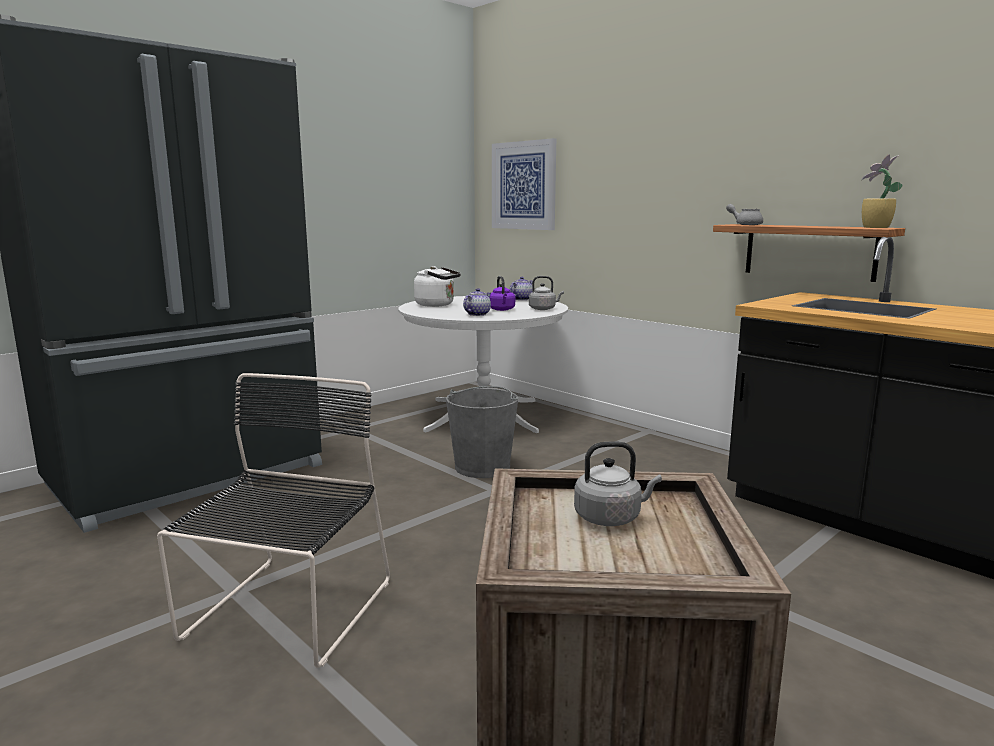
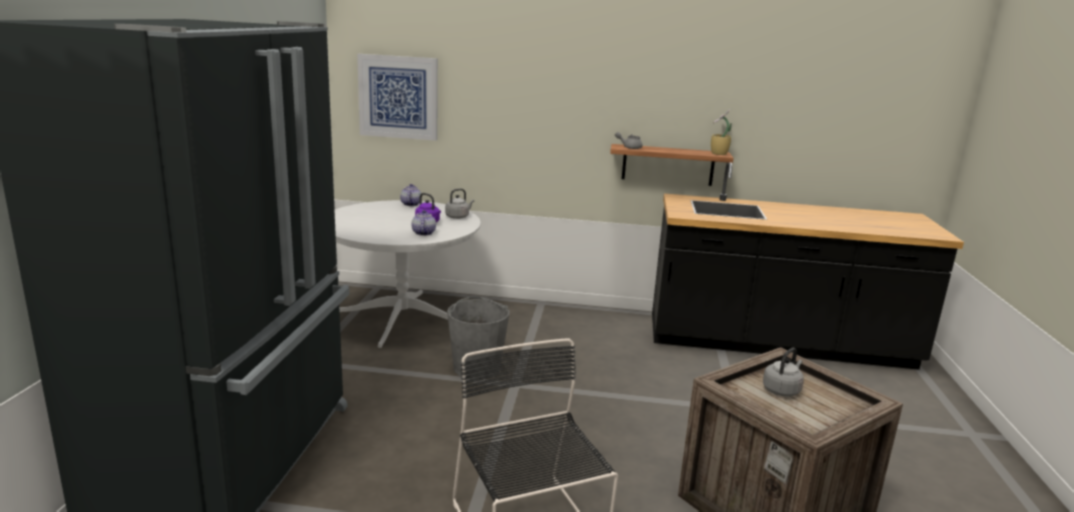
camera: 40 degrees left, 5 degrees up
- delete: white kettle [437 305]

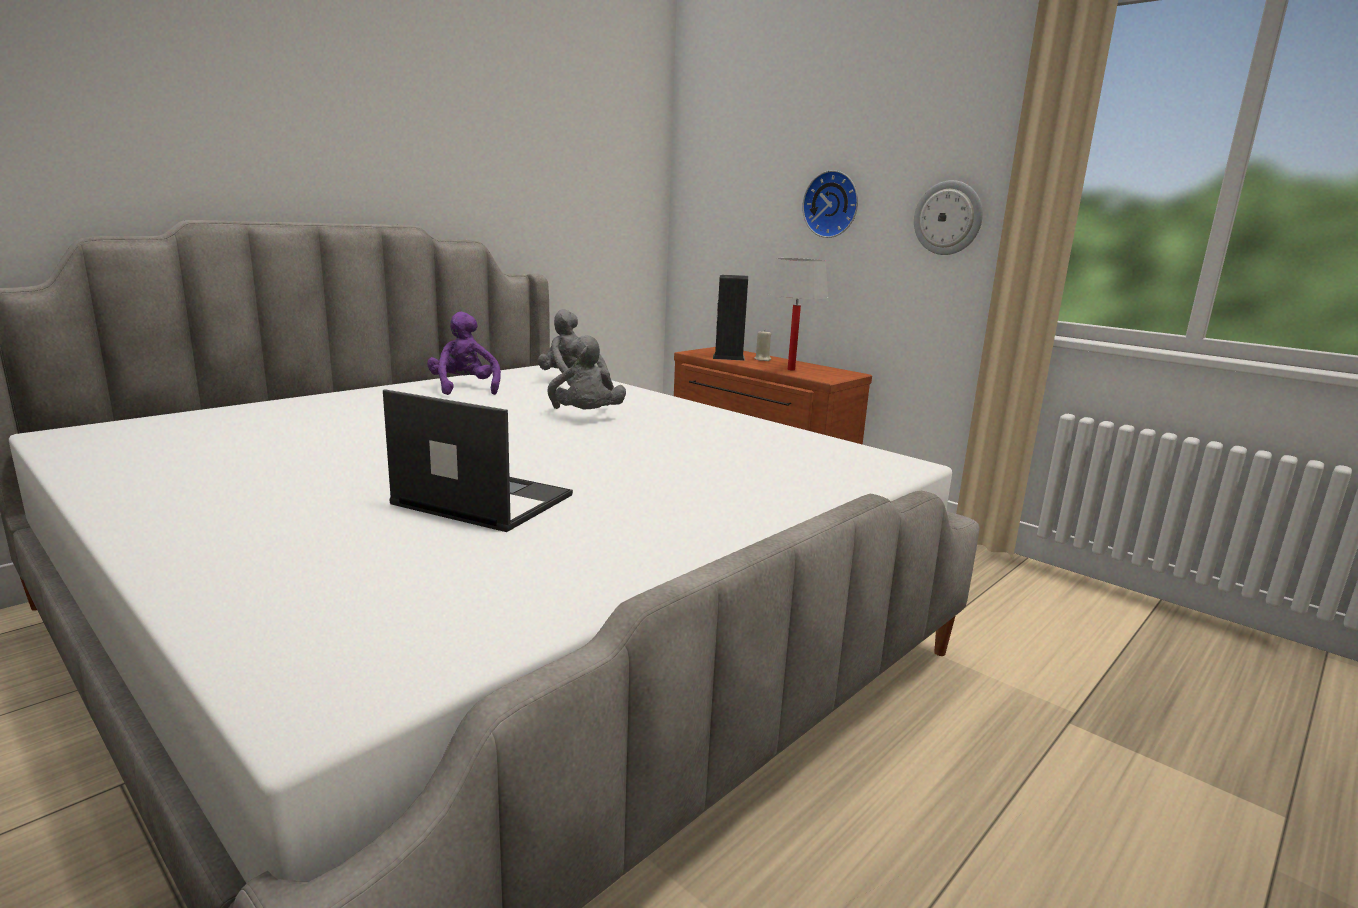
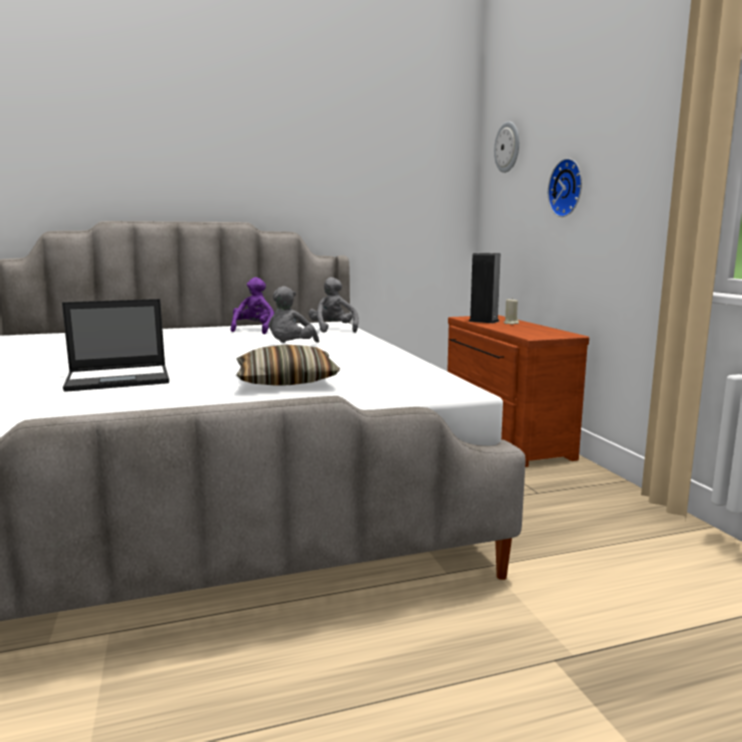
camera: 30 degrees right, 5 degrees down
- move: wall clock [948 218] to [508 147]
- delete: white table lamp [791 370]
- rotate: laptop [481 499] = [120 378] 105 degrees clockwise
- insert: pillow [286 381]

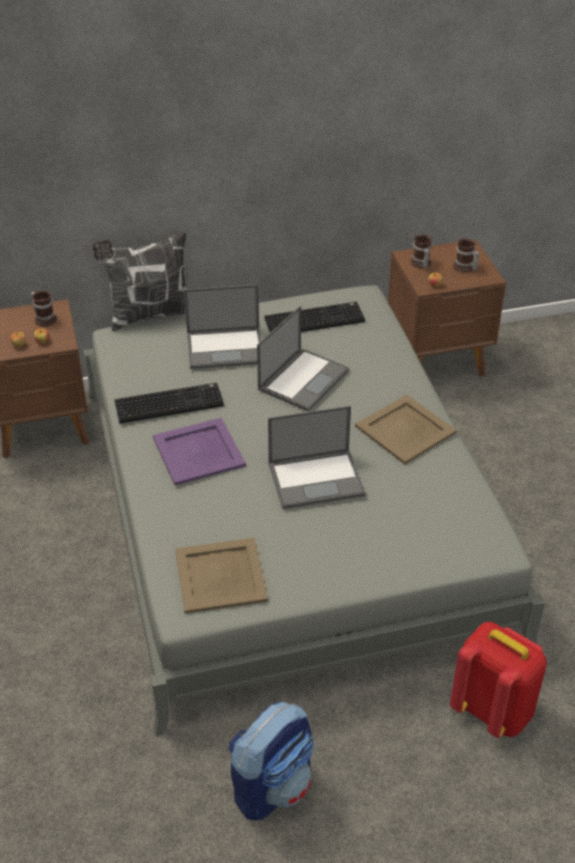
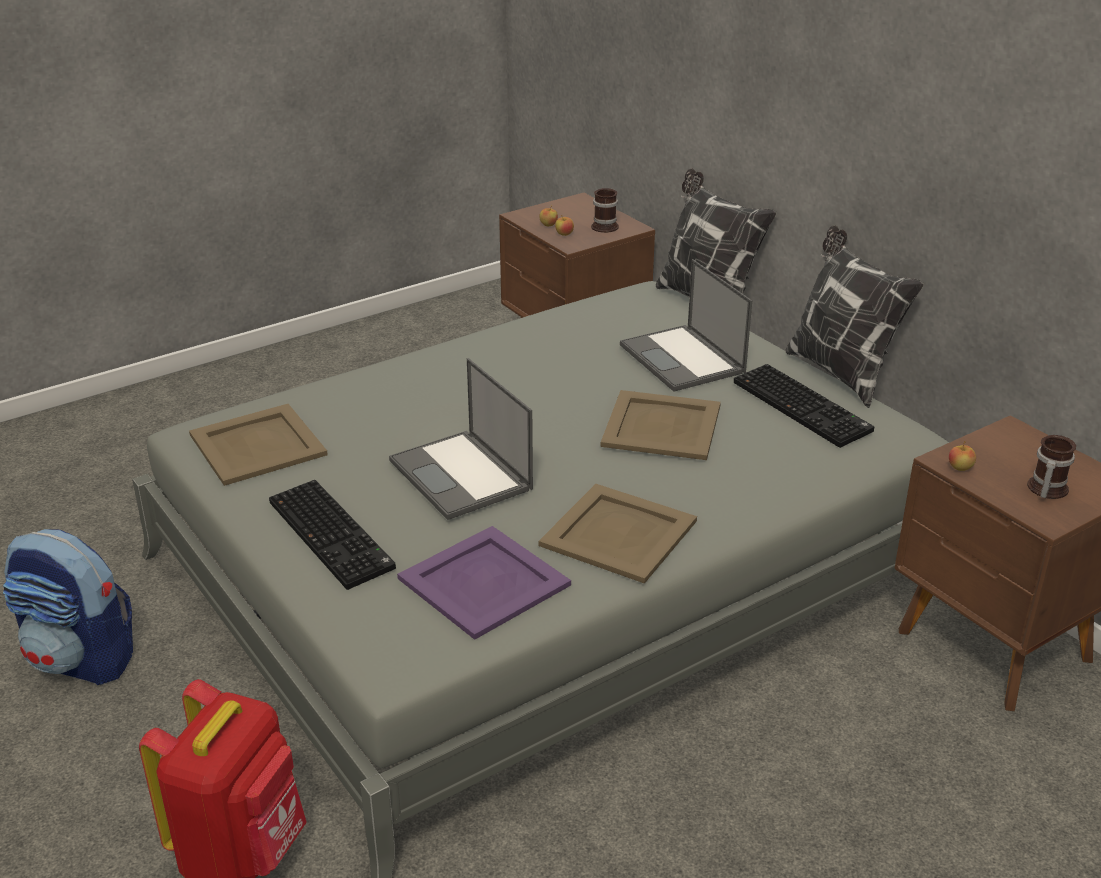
camera: 70 degrees right, 10 degrees down
- delete: mug [420 264]
- replace: laptop [303 379] to beige tray [663 425]
- move: keyboard [170 403] to [334 535]
- move: purple tray [197 451] to [484 581]
- insert: pillow [840 373]

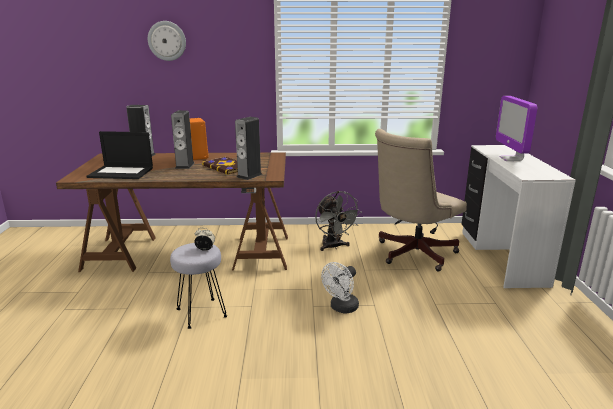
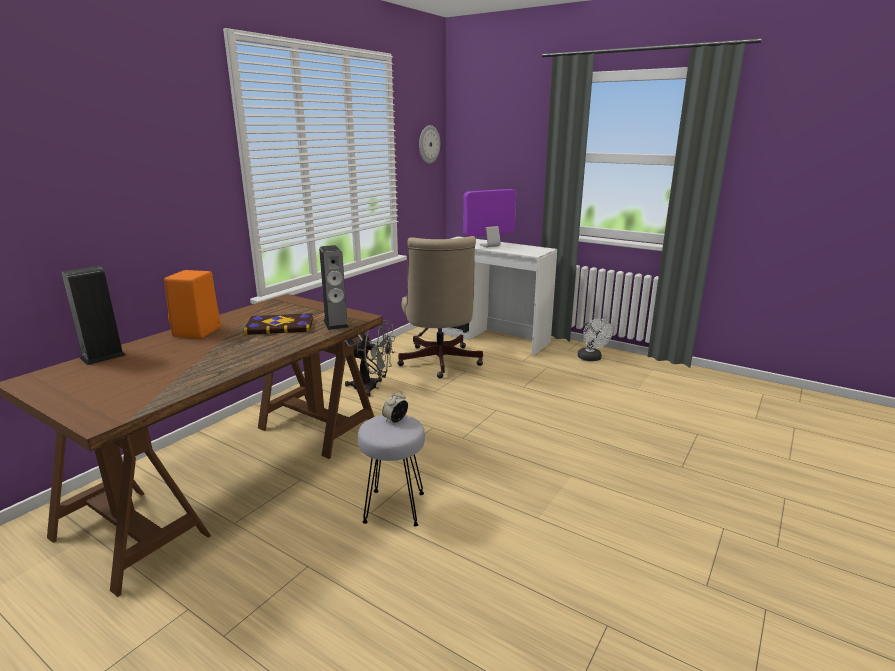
camera: 55 degrees left, 0 degrees up
- move: wall clock [167 41] to [428 144]
- rotate: monitor [511 159] = [489 246] 120 degrees clockwise
- delete: speaker [185 165]
- delete: laptop [122 172]
- move: white fan [341 308] to [591 359]

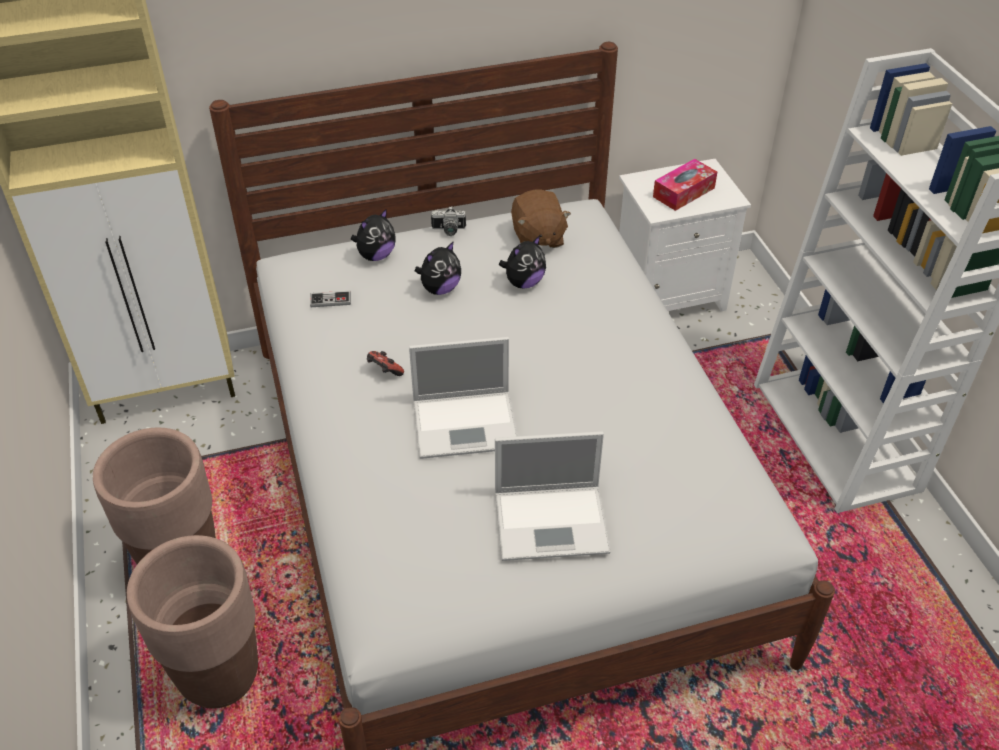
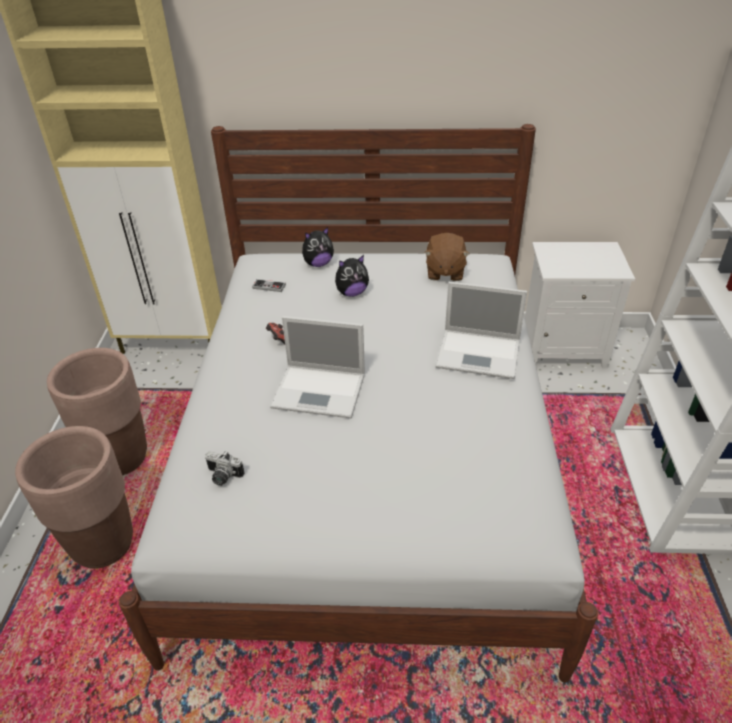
camera: 20 degrees right, 5 degrees down
- delete: tissue box [683 192]
- move: photo camera [448 231] to [222 477]
- delete: plush toy [523 282]
- move: laptop [553 522] to [480 354]

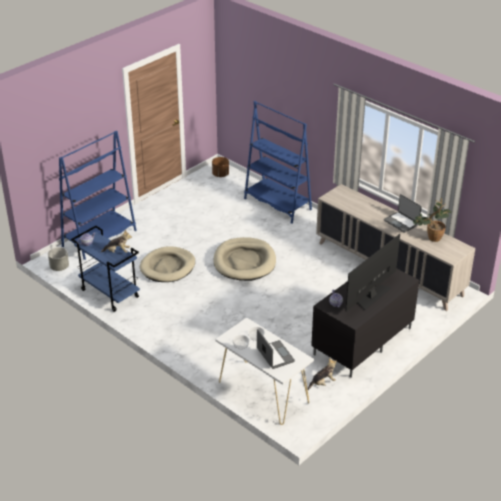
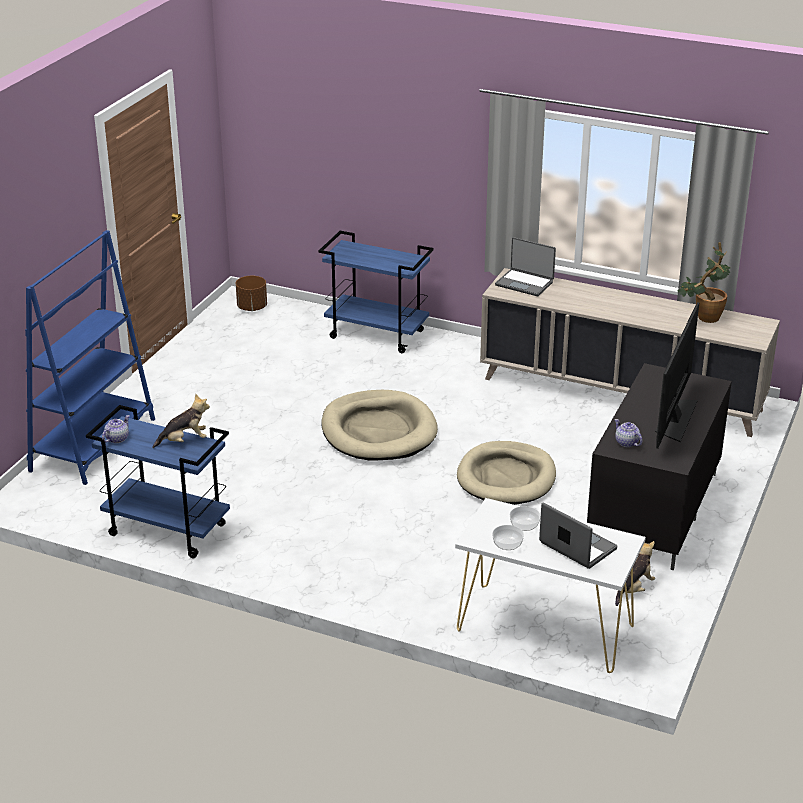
camera: 20 degrees left, 5 degrees down
- replace: blue bookcase [277 204] to blue cart [377 334]
- move: laptop [401 222] to [525 283]
- move: beige dog bed [168 267] to [506 477]
- delete: grey planter [59 267]

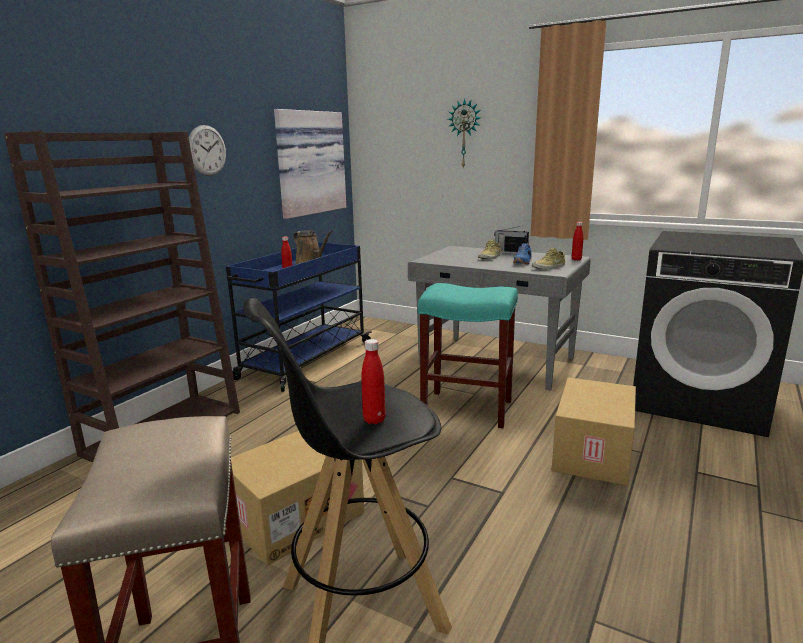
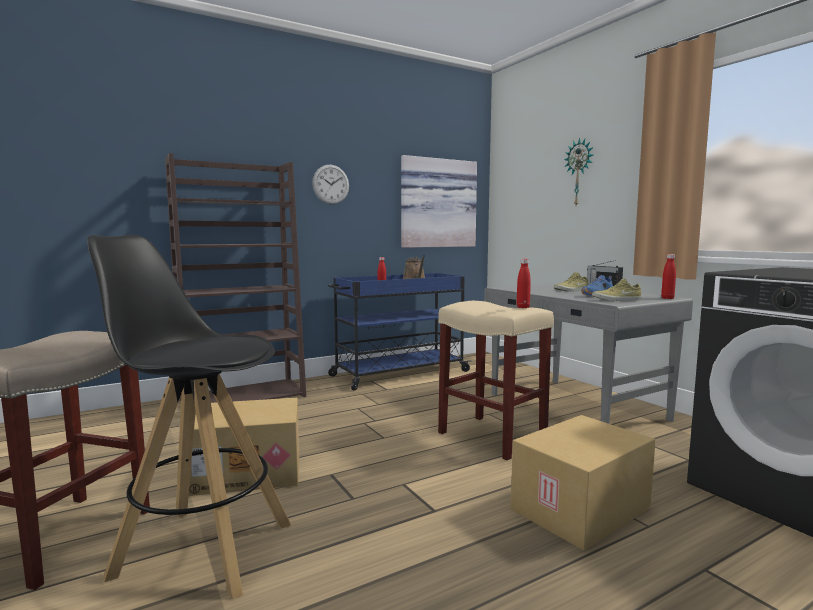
camera: 30 degrees right, 10 degrees down
- recolor: turquoise stool [465 409] to beige stool [490 436]
- move: red bottle [374 420] to [523 307]

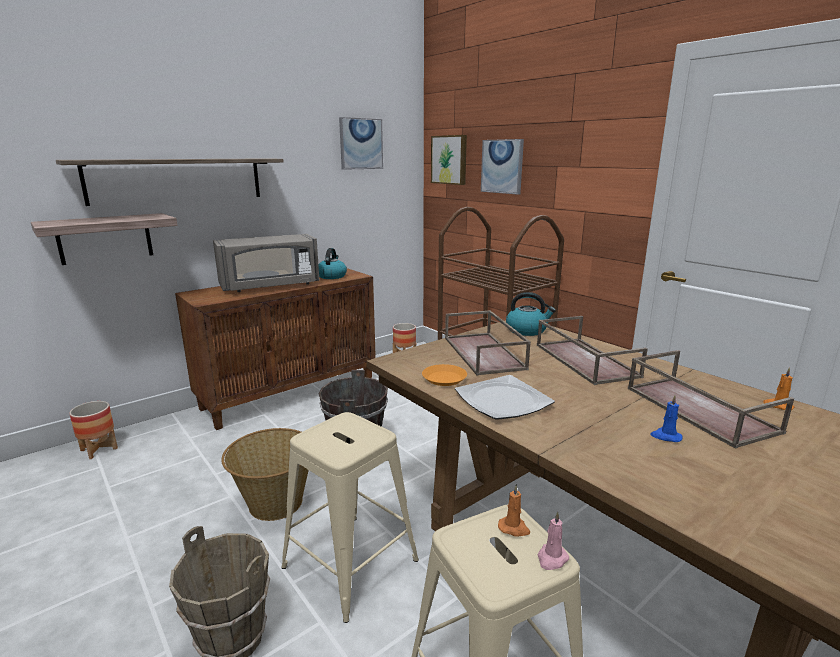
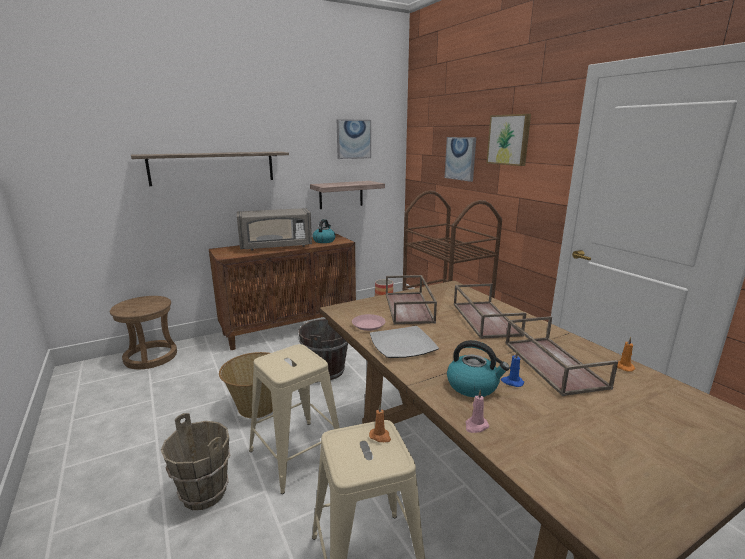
camera: 10 degrees right, 0 degrees up
- move: picture [450 160] to [509 140]
- move: shelf [105 238] to [341 194]
- move: kettle [527 330] to [473 386]
- recolor: orange plate [444 378] to pink plate [368 325]
- replace: planter [99 449] to brown stool [150 356]
- move: pink candle [552 559] to [476 426]

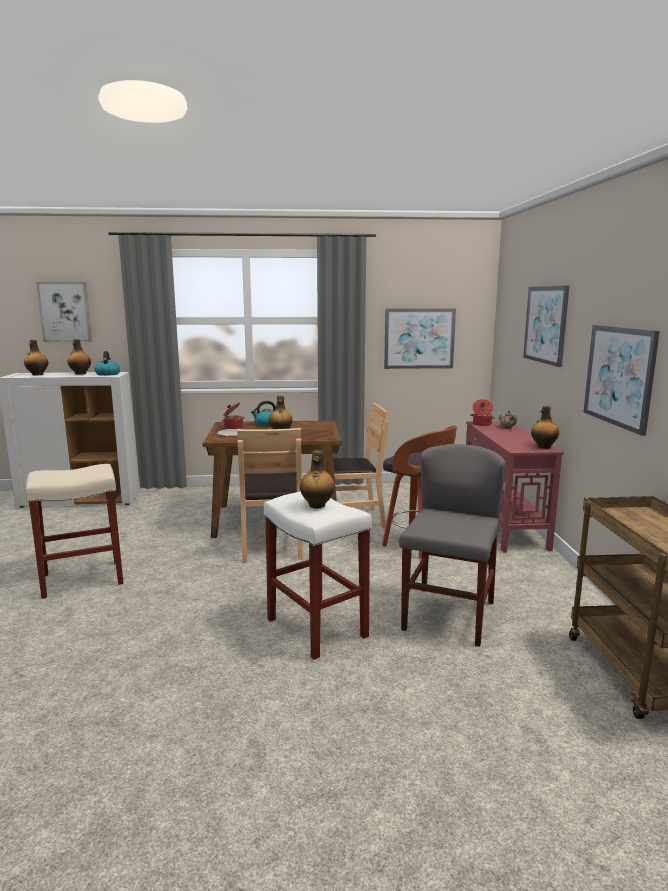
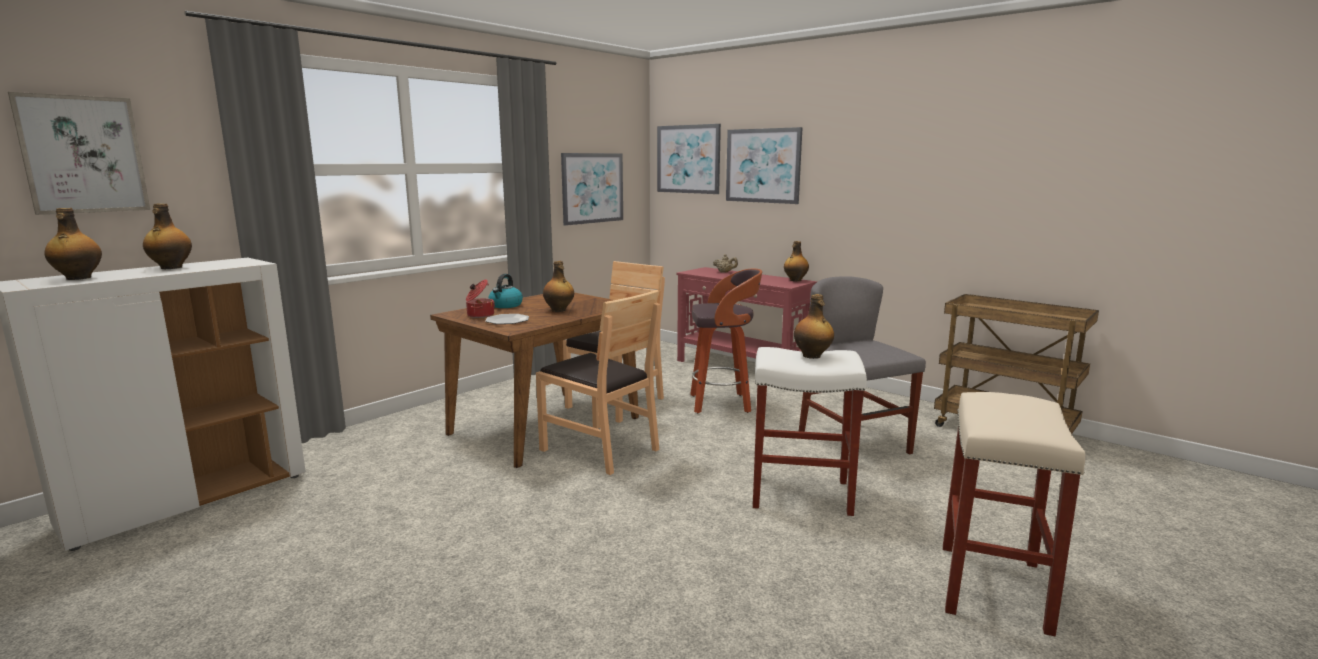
camera: 45 degrees left, 0 degrees up
- move: picture [619 376] to [688 159]
- delete: kettle [107 374]
- delete: cooking pot [481 424]
- move: beige stool [81 579] to [994 588]

